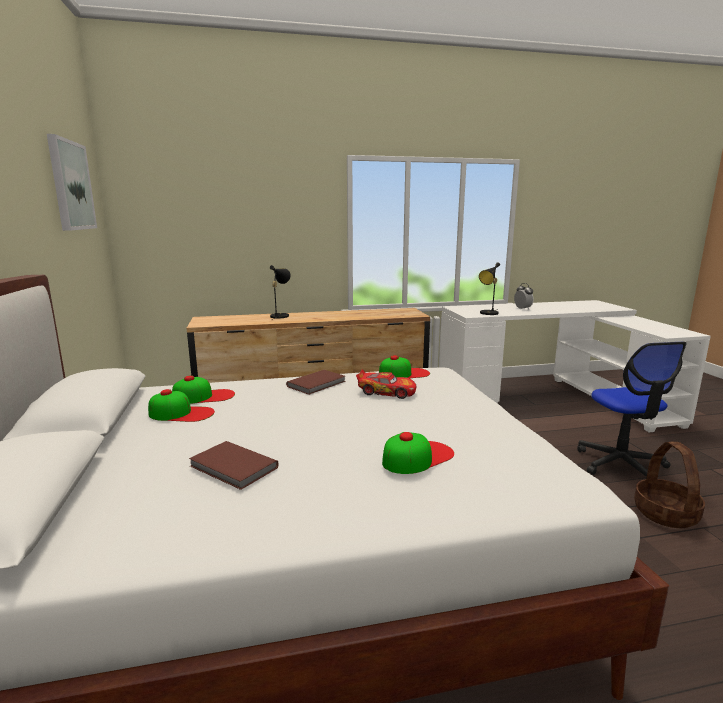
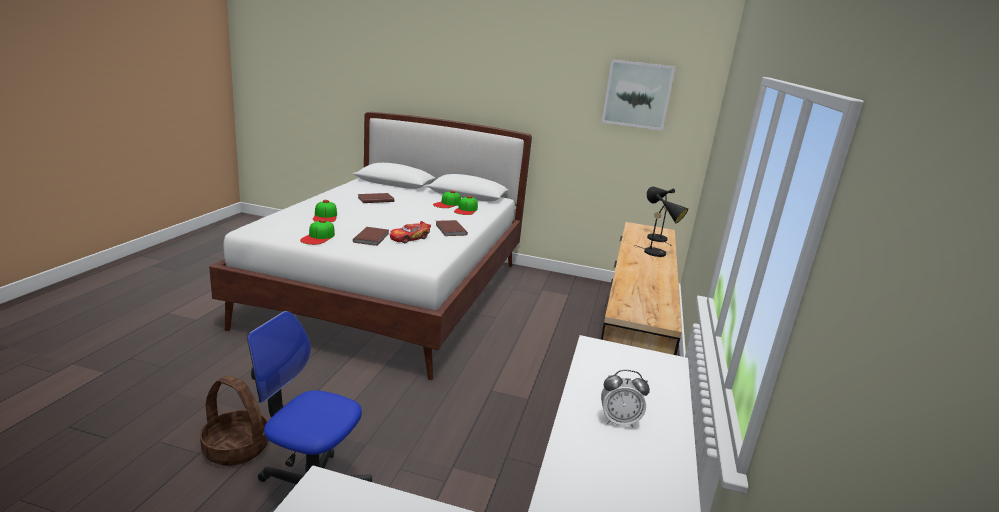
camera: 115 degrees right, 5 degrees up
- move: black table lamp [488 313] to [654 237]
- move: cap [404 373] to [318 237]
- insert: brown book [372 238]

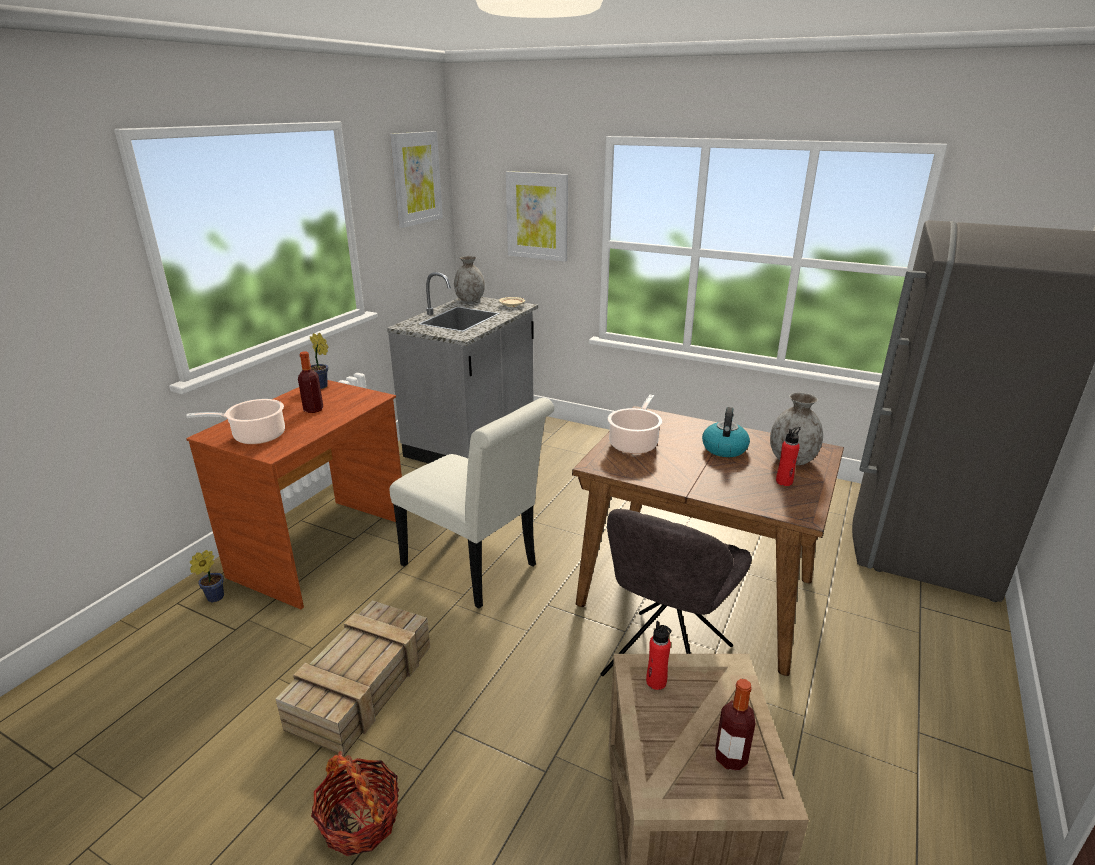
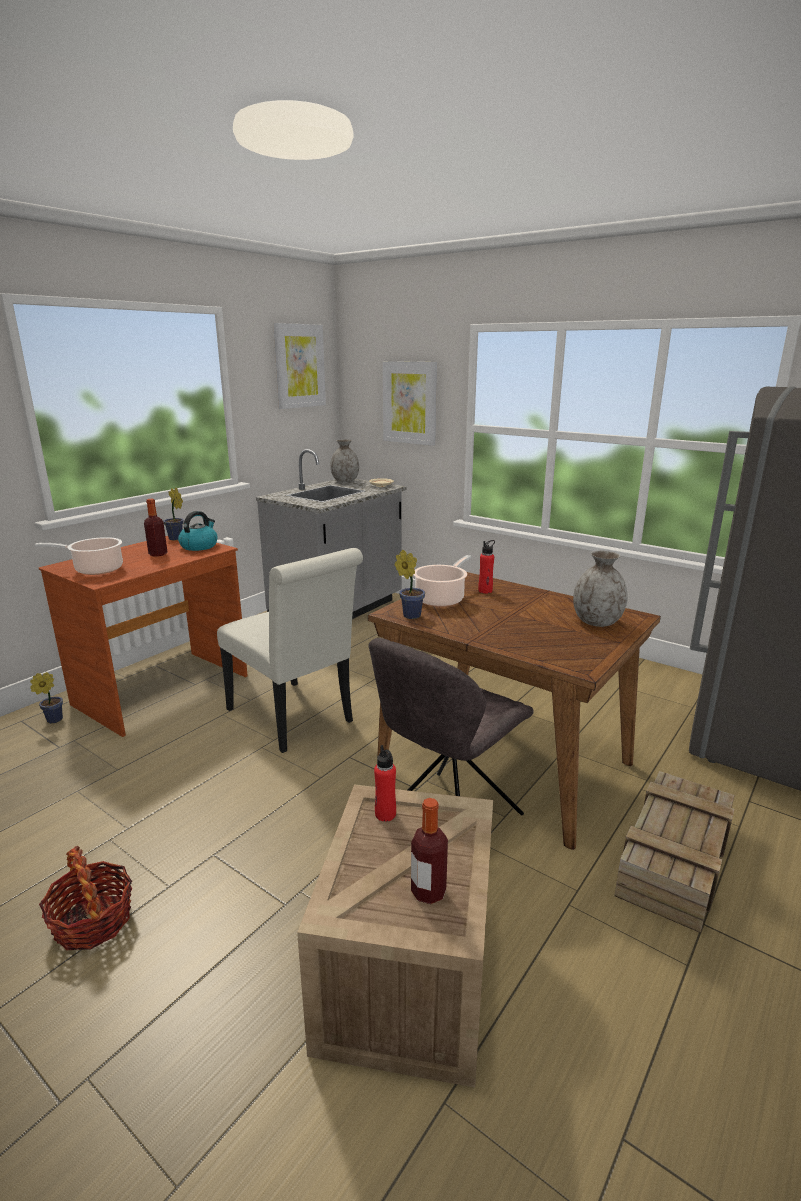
camera: 10 degrees right, 5 degrees down
- move: kettle [724 448] to [199 546]
- move: red bottle [784 482] to [485 591]
- move: crate [362 684] to [673 858]
- insert: potted plant [410 615]

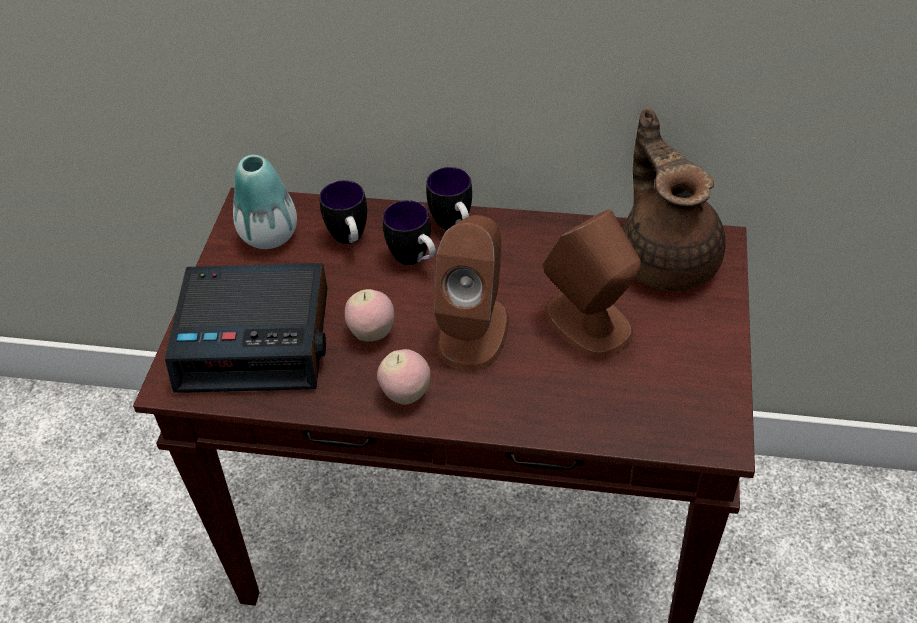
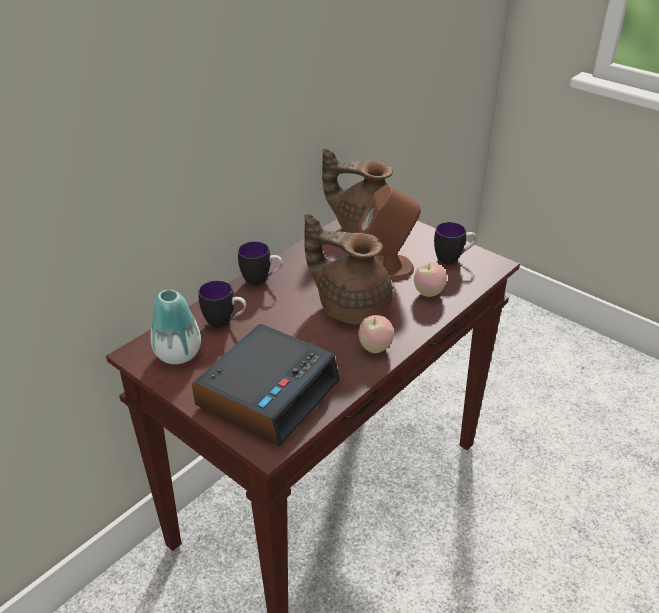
camera: 60 degrees left, 10 degrees down
- move: mug [415 260] to [453 259]
- replace: brown speaker [473 331] to brown teapot [351 306]
- move: apple [372 333] to [428 293]

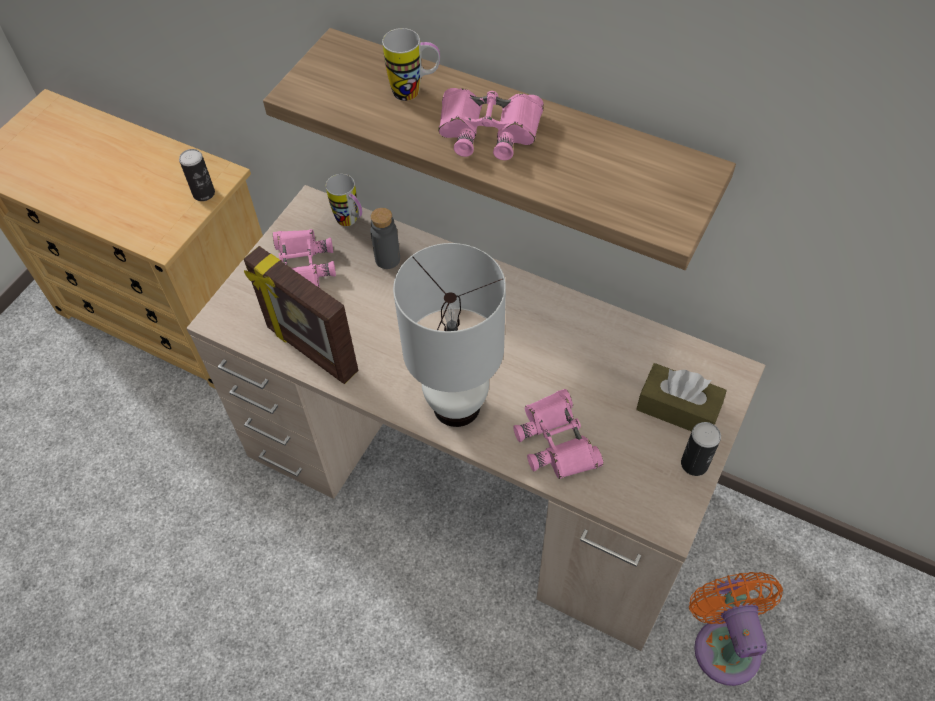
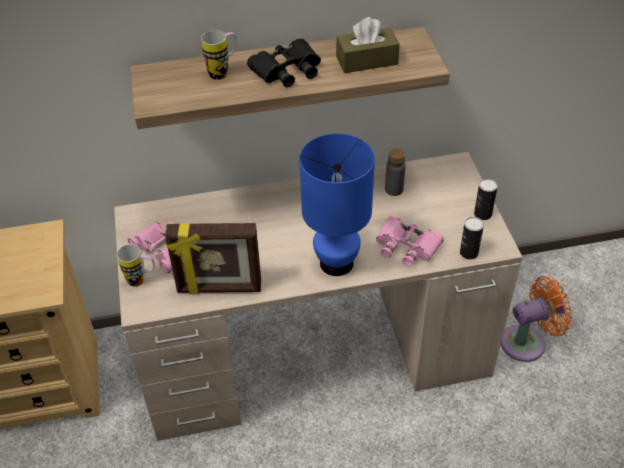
camera: 40 degrees left, 10 degrees down
- recolor: pink binoculars [489 130] to black binoculars [287 70]
- move: can [204 193] to [468 253]
- move: mug [351 222] to [141 280]
- move: grey bottle [387 259] to [394 189]
- recolor: white table lamp [456 405] to blue table lamp [336 262]
- move: brown tissue box [678 408] to [367 60]
- rotate: orange fan [725 643] = [527 342] 120 degrees clockwise

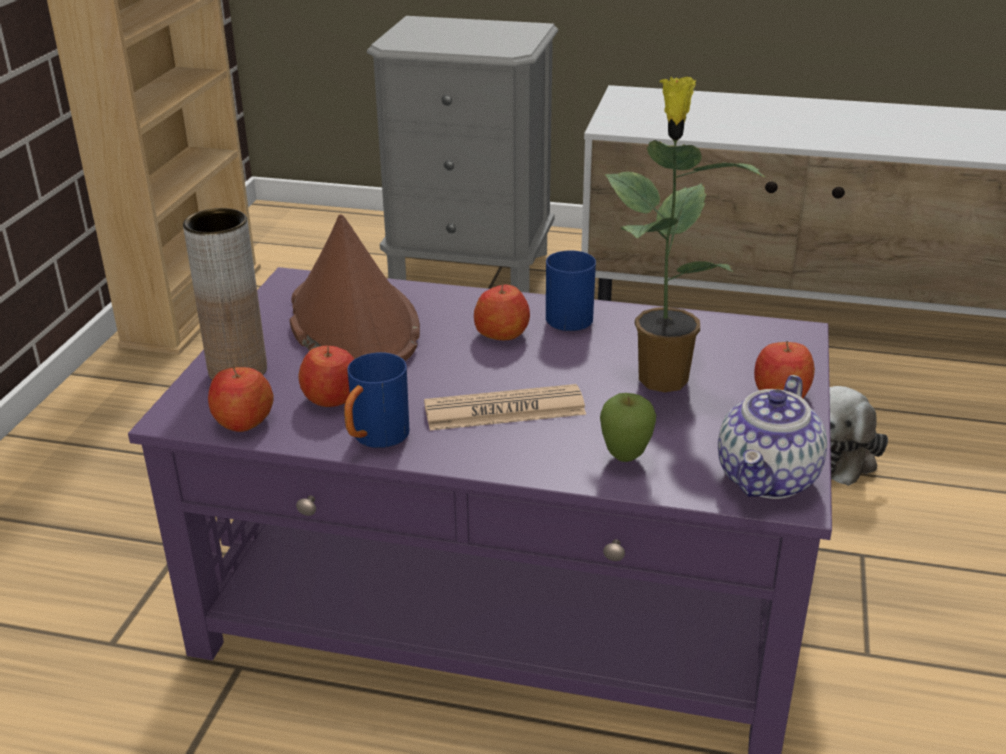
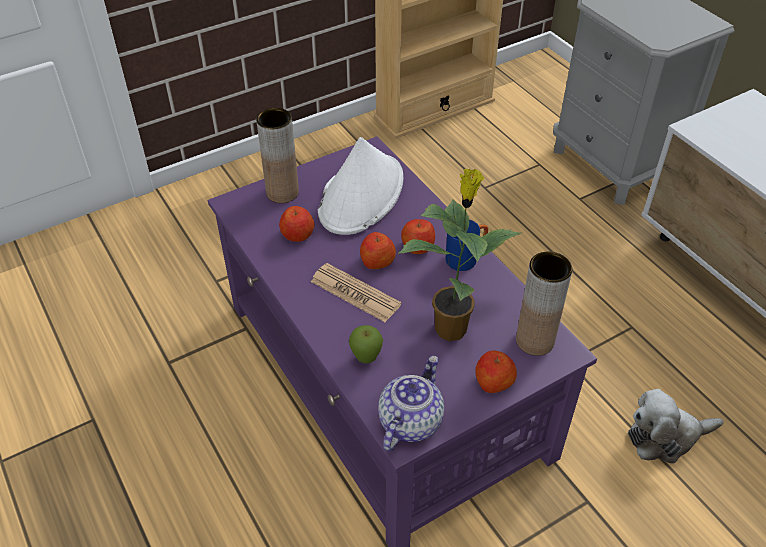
camera: 45 degrees right, 15 degrees up
- recolor: brown hat [352 323] to white hat [361 195]
- delete: blue mug [375 439]
- move: apple [243 421] to [377 261]
- rotate: teapot [768 479] = [409 421] 135 degrees clockwise
- insert: brown vase [535 341]

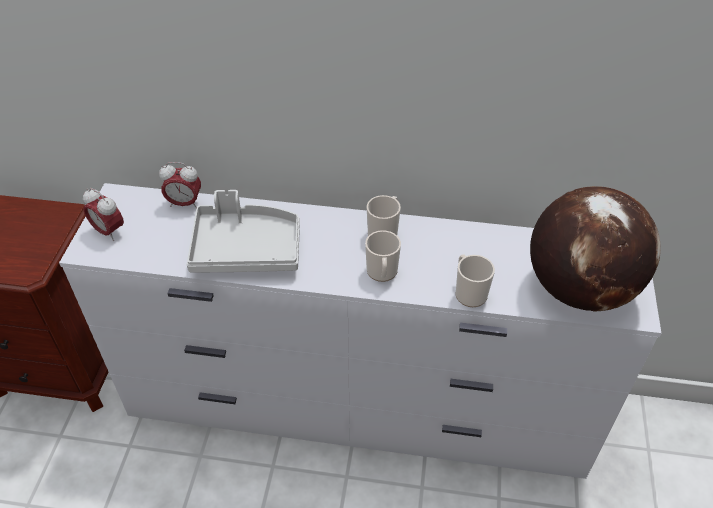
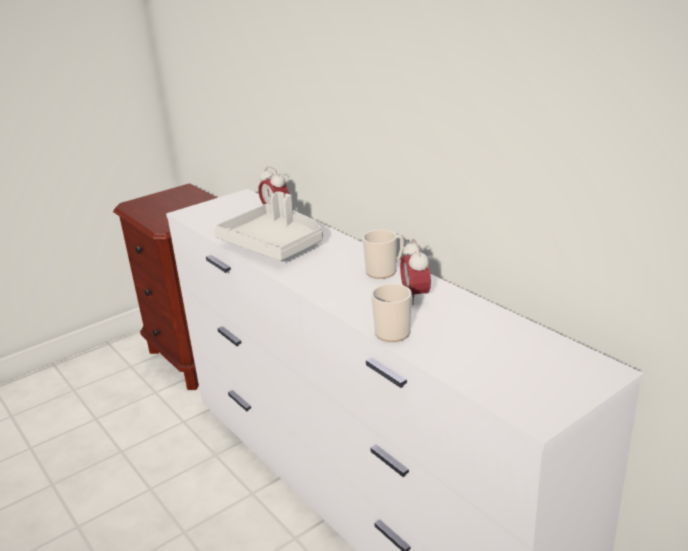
camera: 45 degrees right, 20 degrees down
- delete: globe [579 288]
- move: alarm clock [109 231] to [415 296]
- delete: mug [382 273]

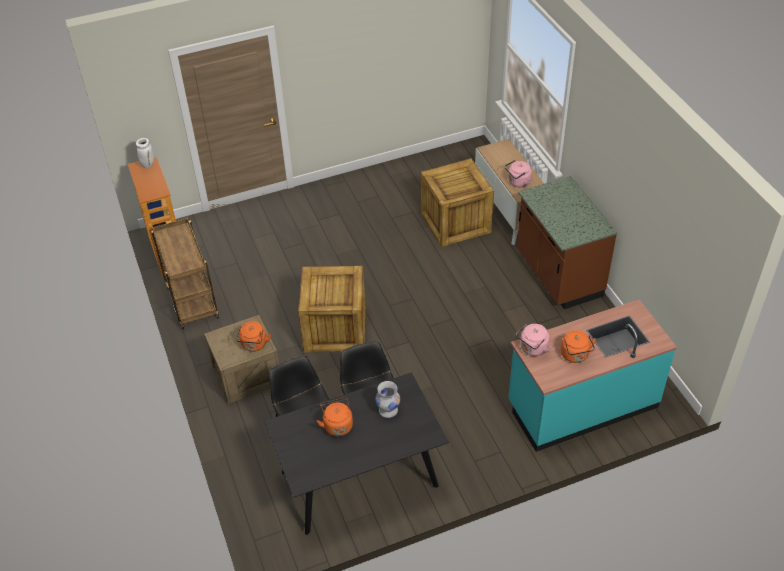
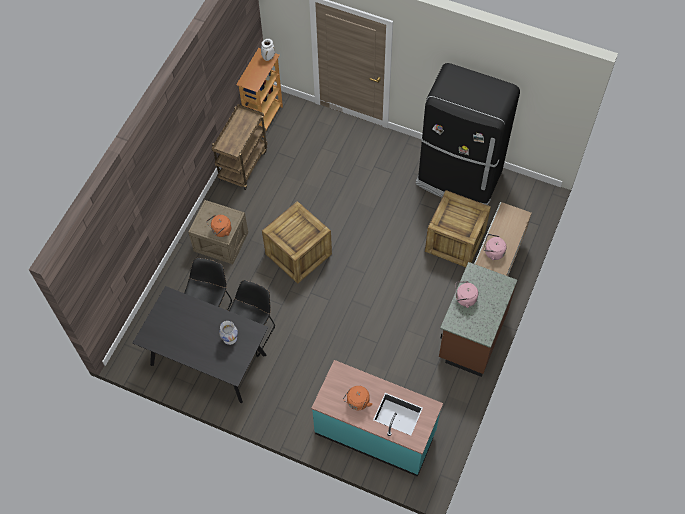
camera: 45 degrees right, 15 degrees up
- move: pink kettle [532 349] to [464 299]
- delete: orange kettle [337 425]
- insert: black fridge [459 179]

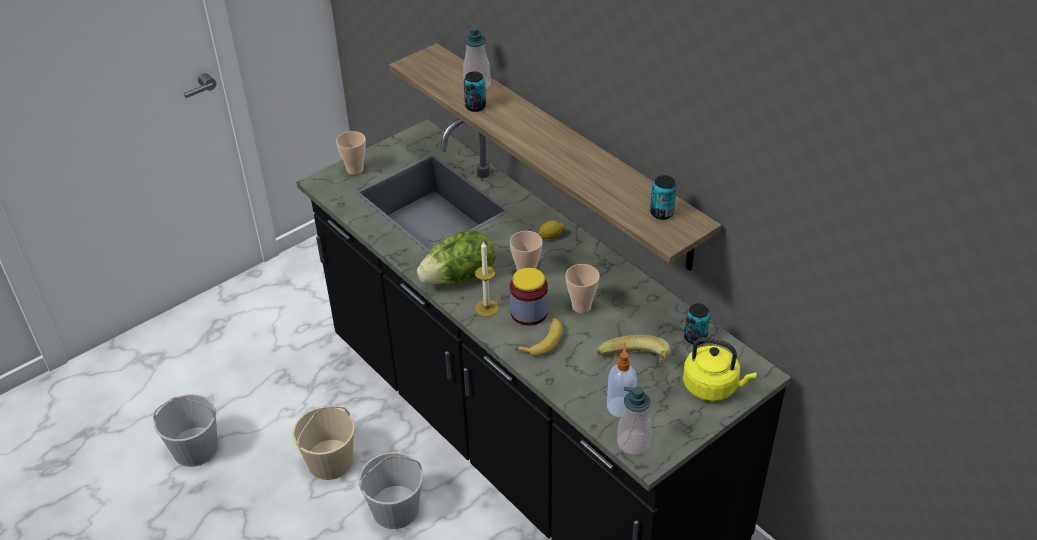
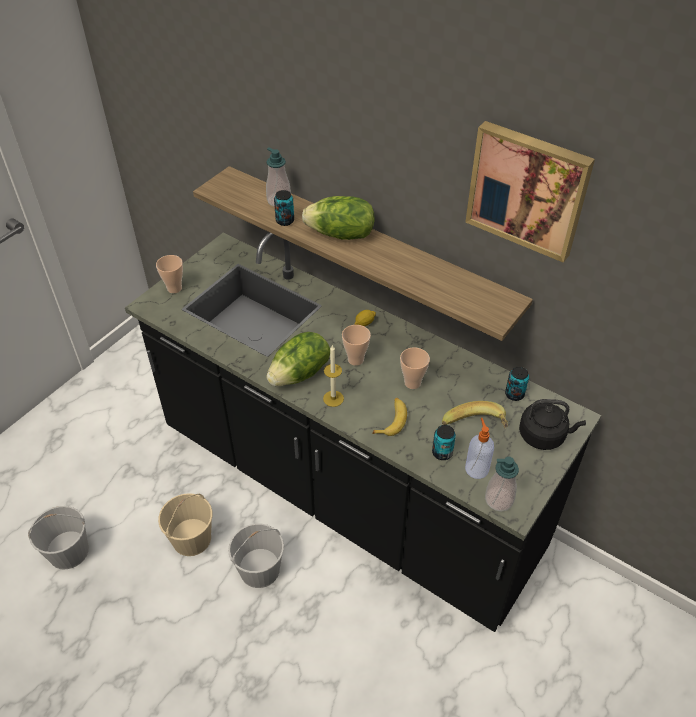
camera: 15 degrees left, 5 degrees up
- move: can [662 213] to [442 453]
- delete: jar [529 312]
- recolor: yellow kettle [713 387] to black kettle [544 436]
- insert: picture [528 189]
- insert: lettuce [341 235]

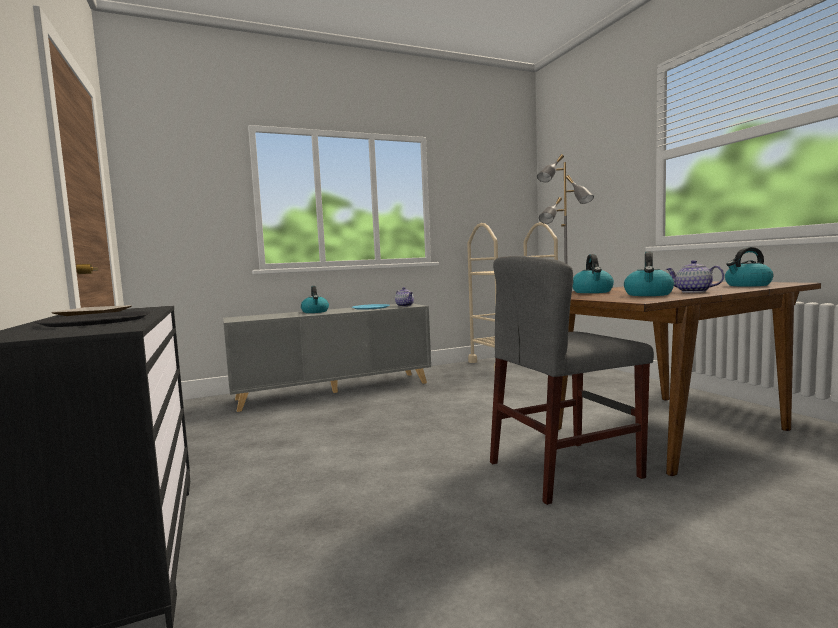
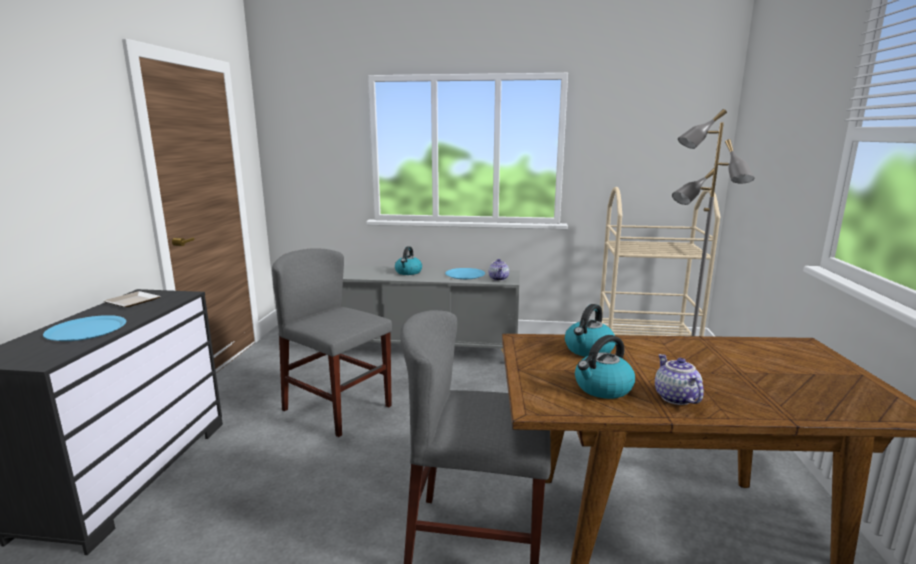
camera: 30 degrees right, 10 degrees up
- delete: kettle [747 285]
- recolor: black plate [96 321] to blue plate [86 330]
- insert: grey chair [337 408]

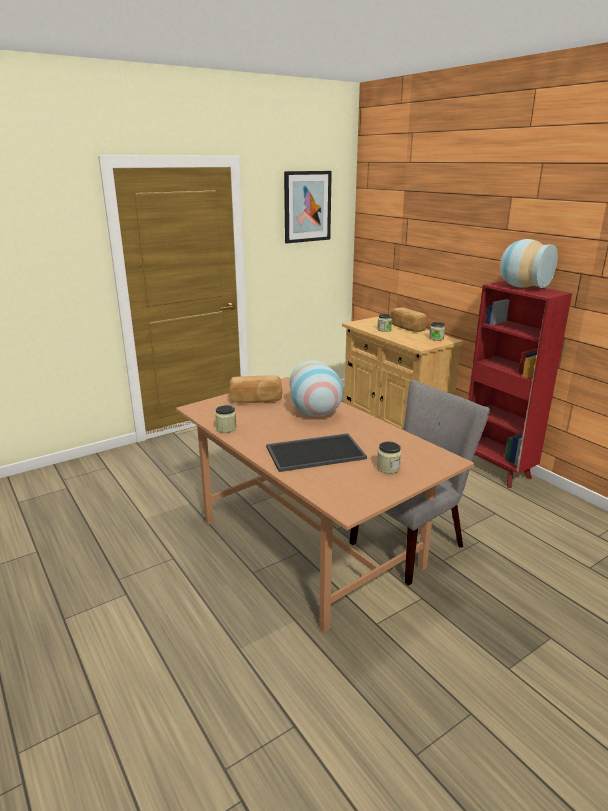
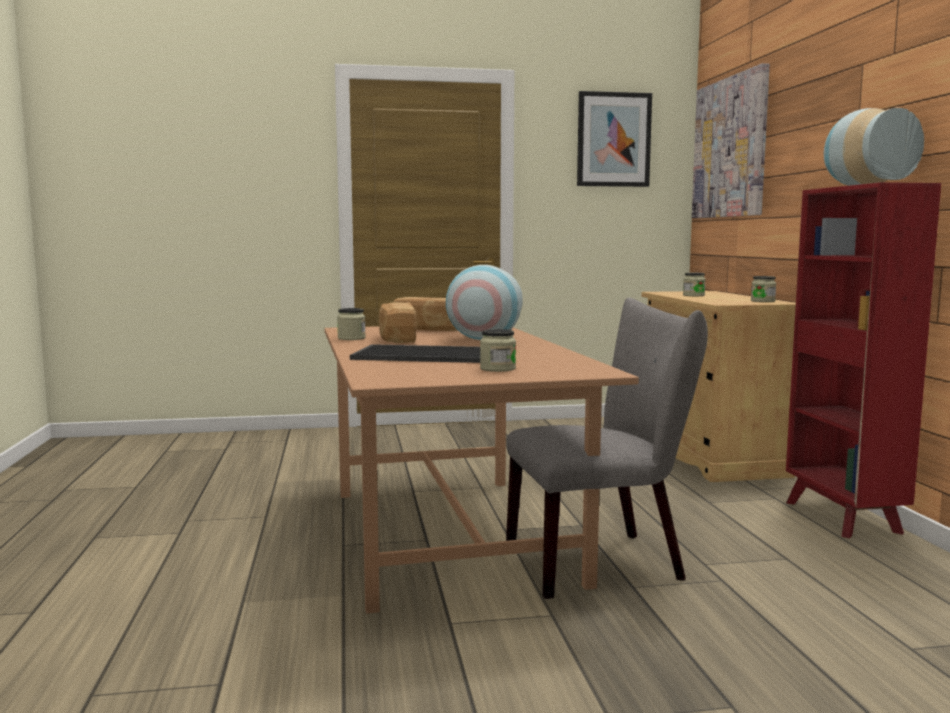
camera: 25 degrees right, 15 degrees down
- move: bread [406 328] to [396 339]
- insert: picture [730 148]

